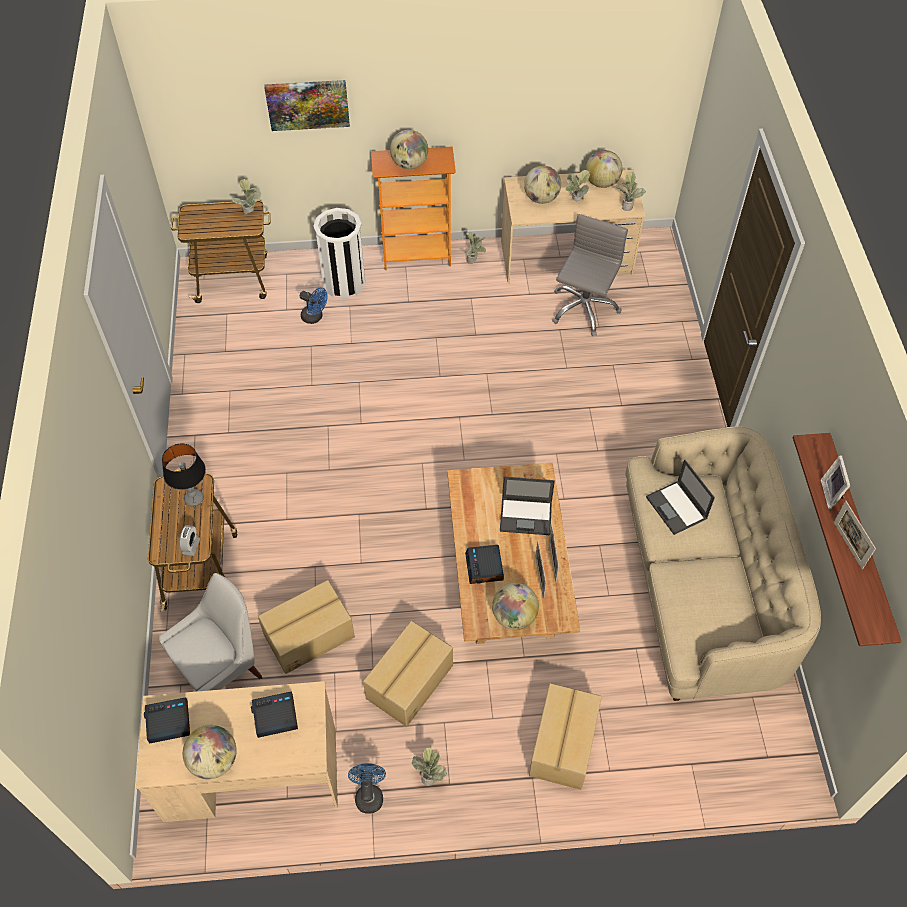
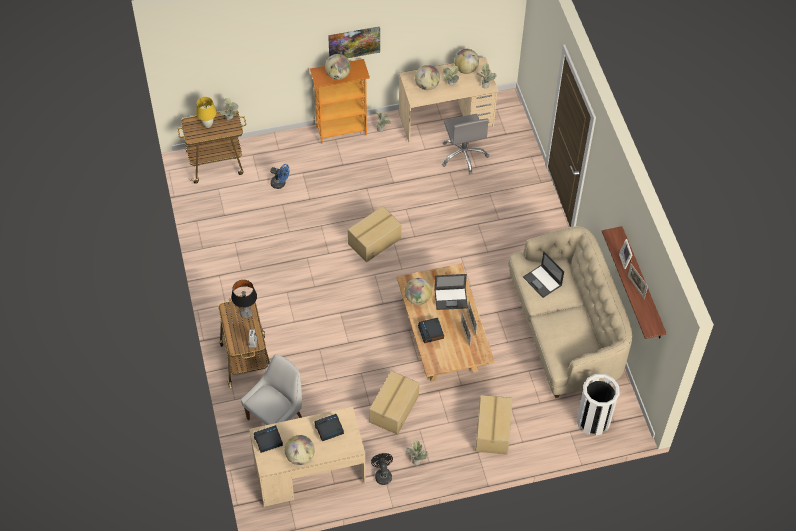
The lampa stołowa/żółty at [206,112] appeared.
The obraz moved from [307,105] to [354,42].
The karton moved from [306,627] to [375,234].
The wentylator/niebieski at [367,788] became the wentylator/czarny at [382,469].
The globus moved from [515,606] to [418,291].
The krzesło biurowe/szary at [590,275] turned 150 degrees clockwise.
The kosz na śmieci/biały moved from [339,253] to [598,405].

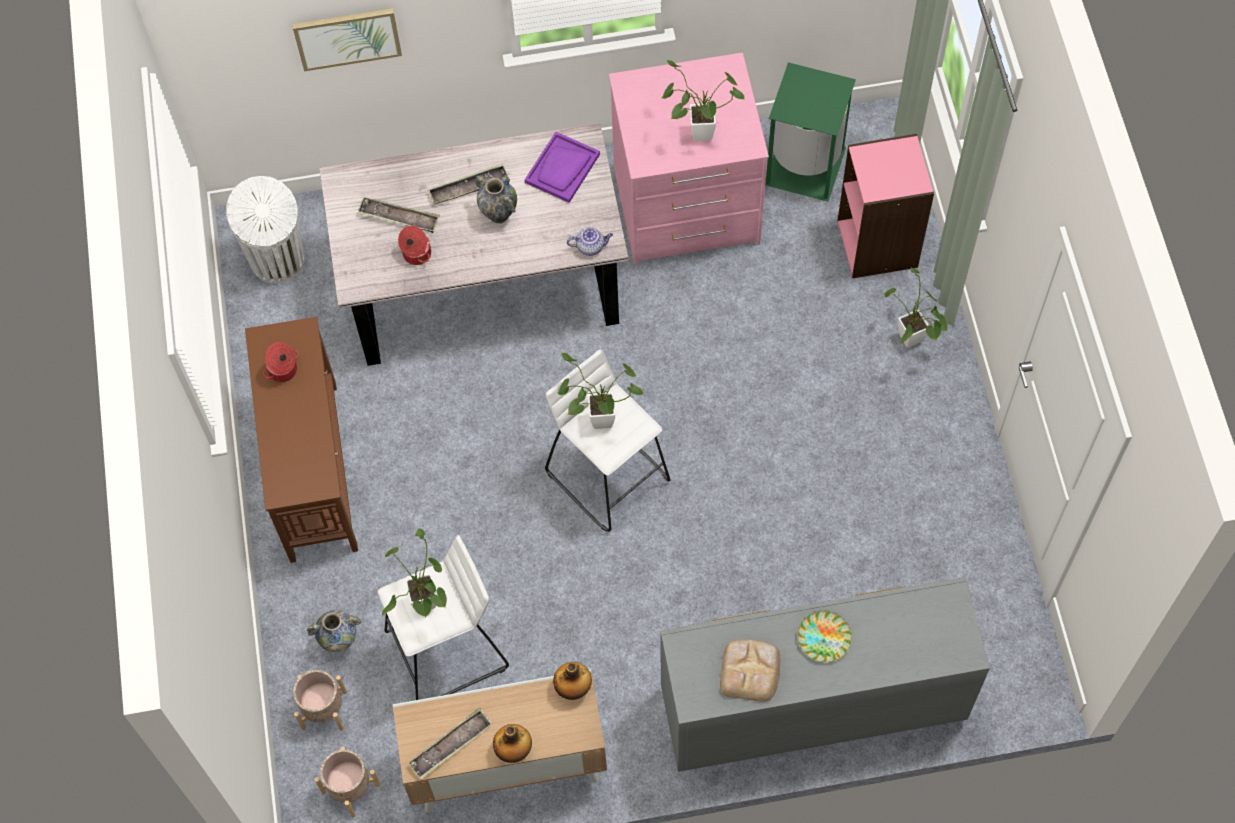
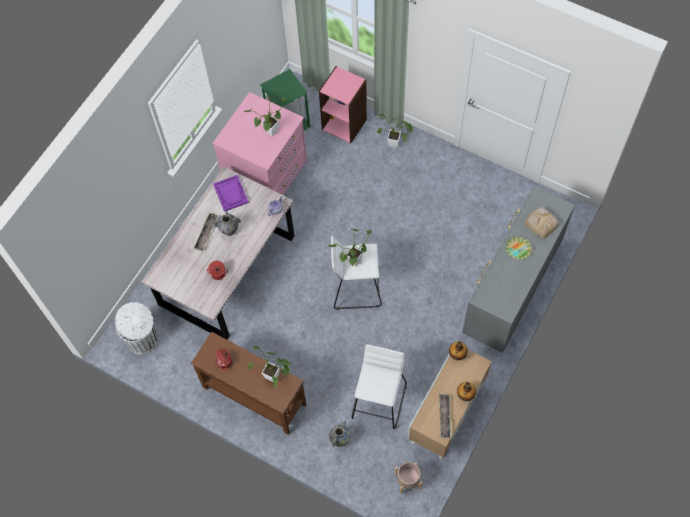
The roślina doniczkowa moved from [414,573] to [269,367].
The chleb moved from [750,670] to [542,223].
The obraz at [347,39] disappeared.
The donica/beżowy at [320,700] disappeared.
The taca at [398,215] disappeared.

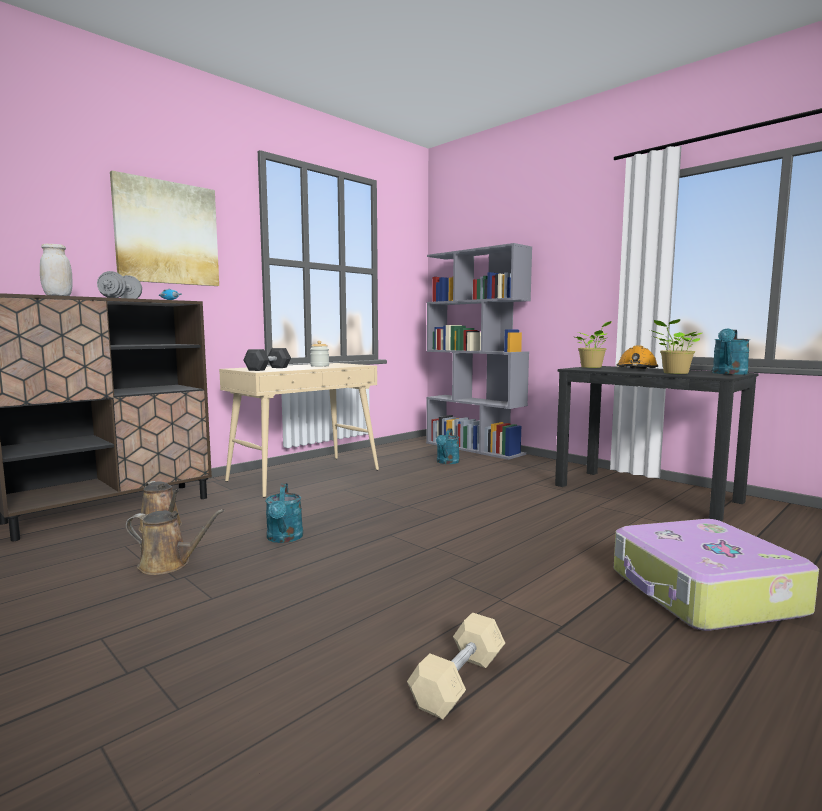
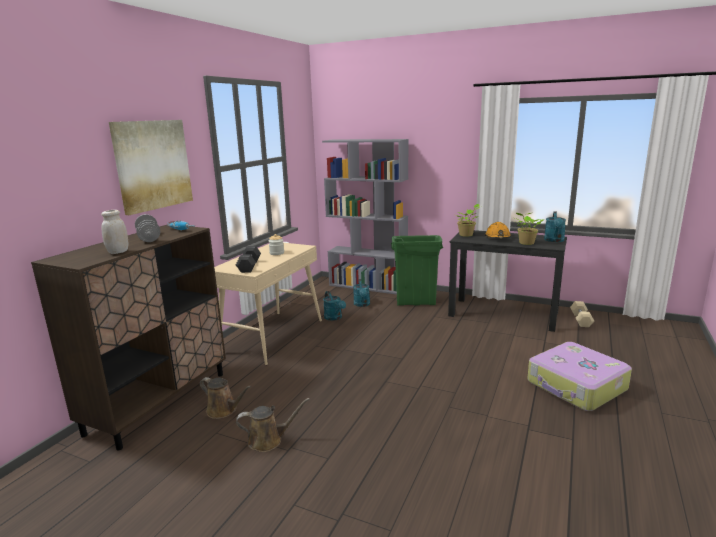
The konewka/turkusowy moved from [284,513] to [334,306].
The kosz na śmieci/zielony at [417,270] appeared.
The hantel/beżowy moved from [456,665] to [582,314].

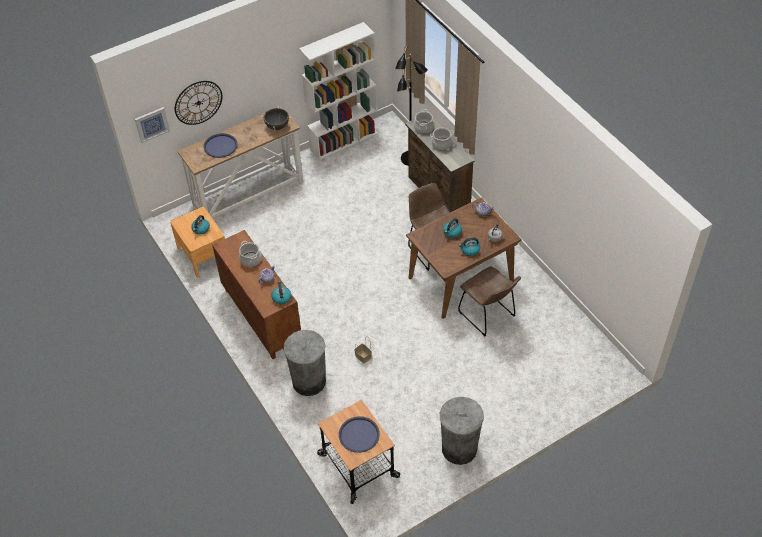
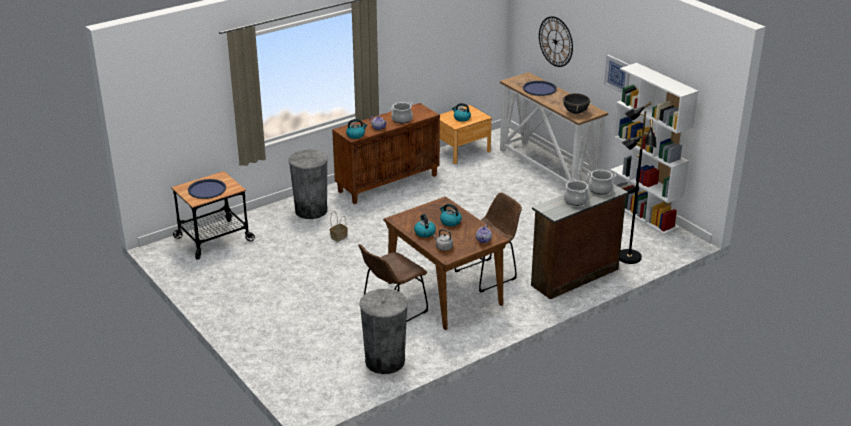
The kosz na śmieci/szary moved from [462,431] to [383,331].
The obraz moved from [152,125] to [617,74].

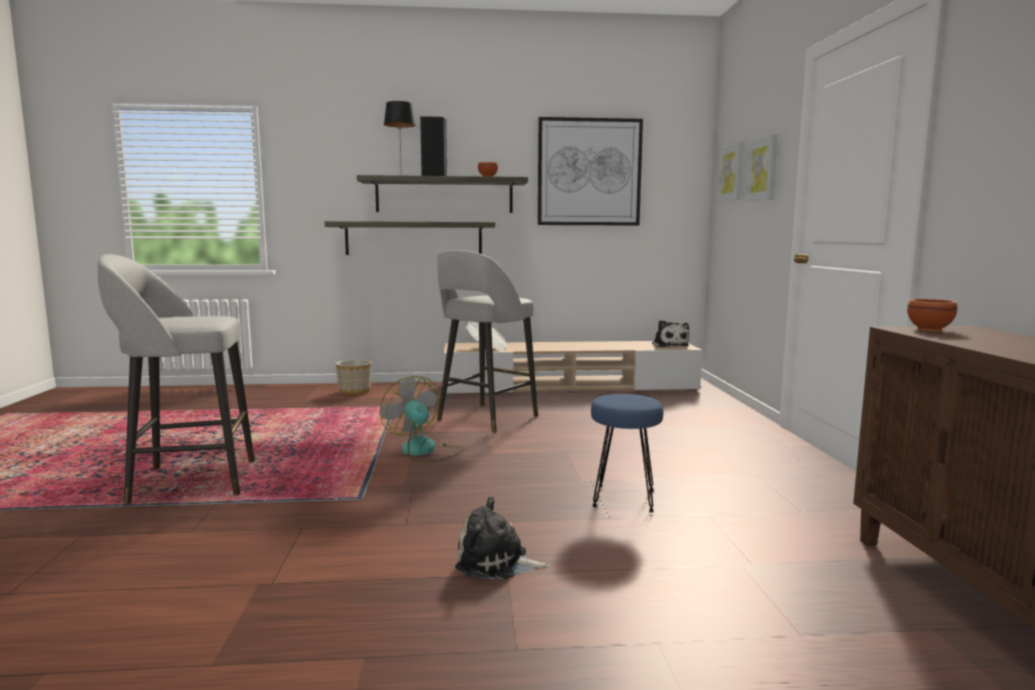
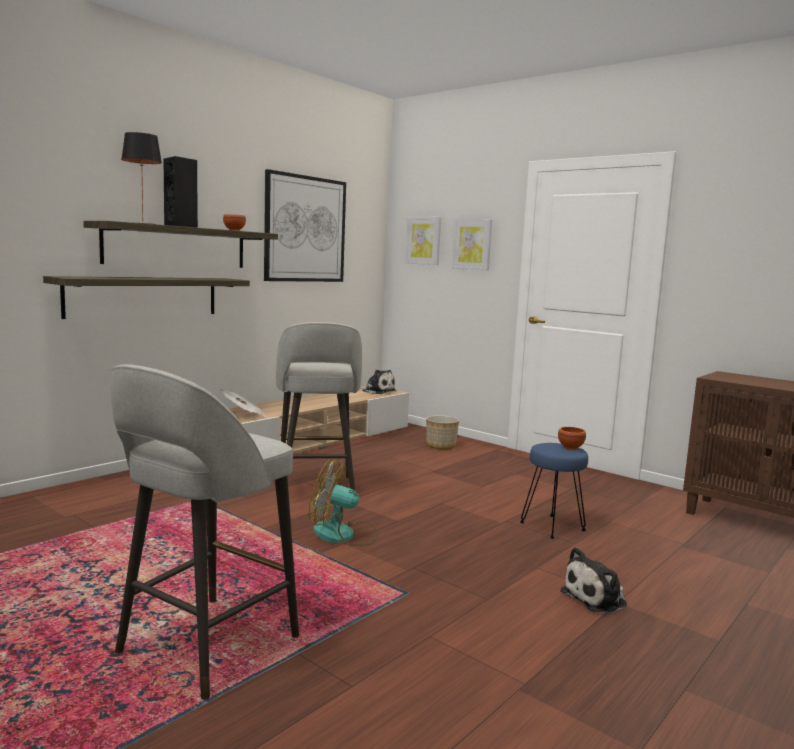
The donica moved from [354,377] to [442,432].
The miska/brązowy moved from [932,315] to [572,438].

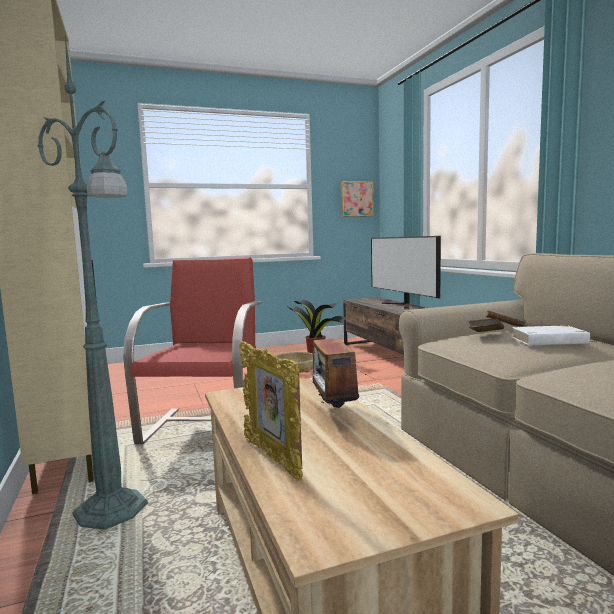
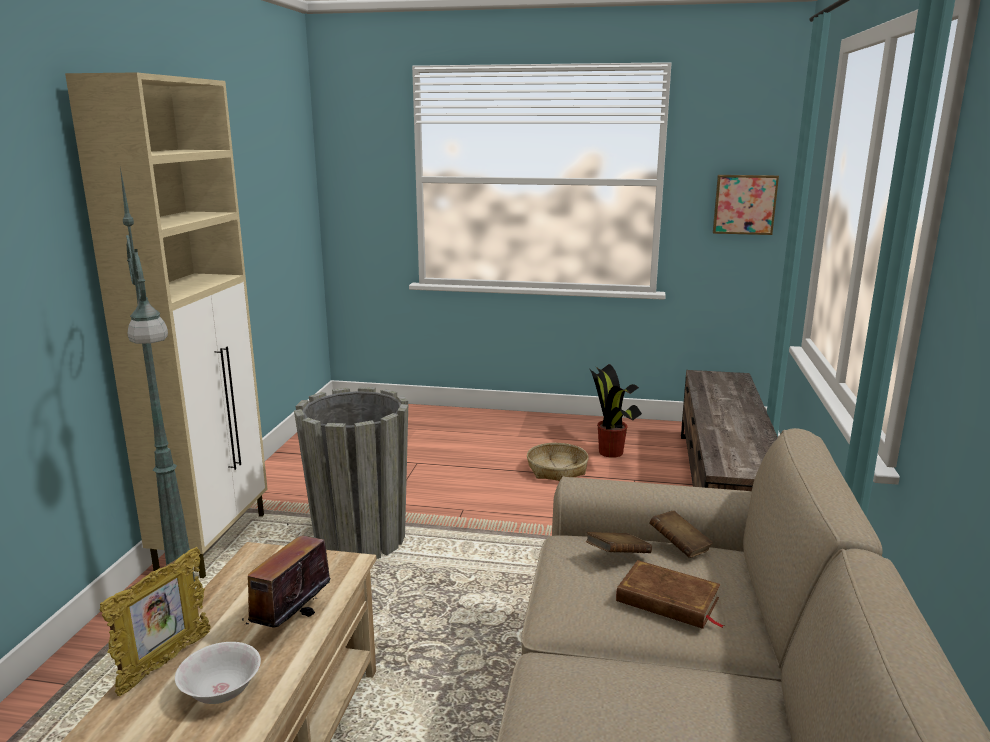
The ramka na zdjęcie at [271,411] turned 150 degrees counterclockwise.
The miska/biały at [218,673] appeared.
The fotel/czerwony at [192,350] was replaced by the donica/szary at [351,473].
The książka/biały at [552,335] became the książka/brązowy at [670,594].
The telewizor at [406,272] disappeared.

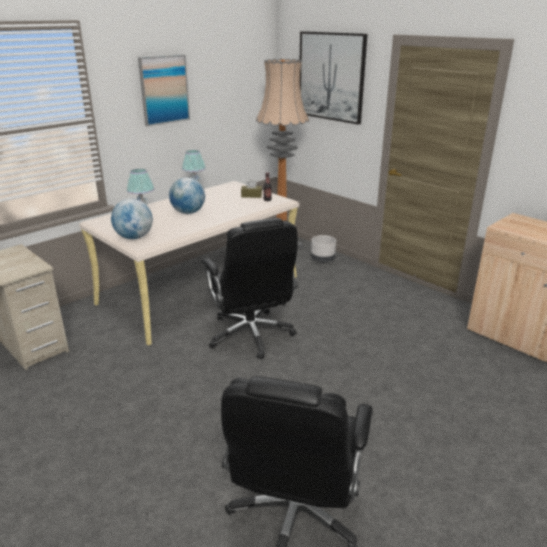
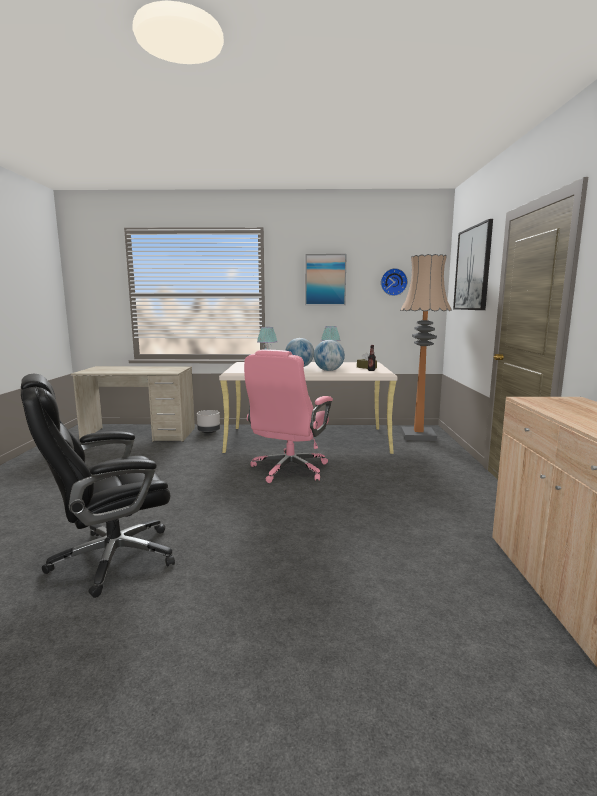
The donica/szary moved from [323,249] to [208,422].
The krzesło biurowe/czarny at [249,289] became the krzesło biurowe/różowy at [288,416].
The globus moved from [132,219] to [329,355].
The zegar ścienny at [394,282] appeared.

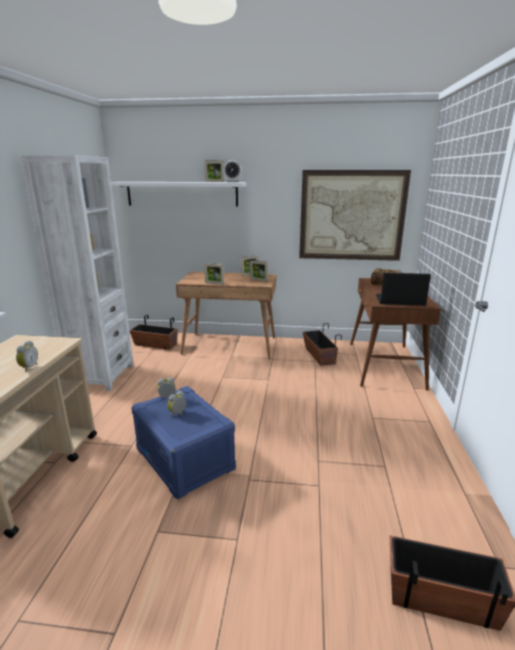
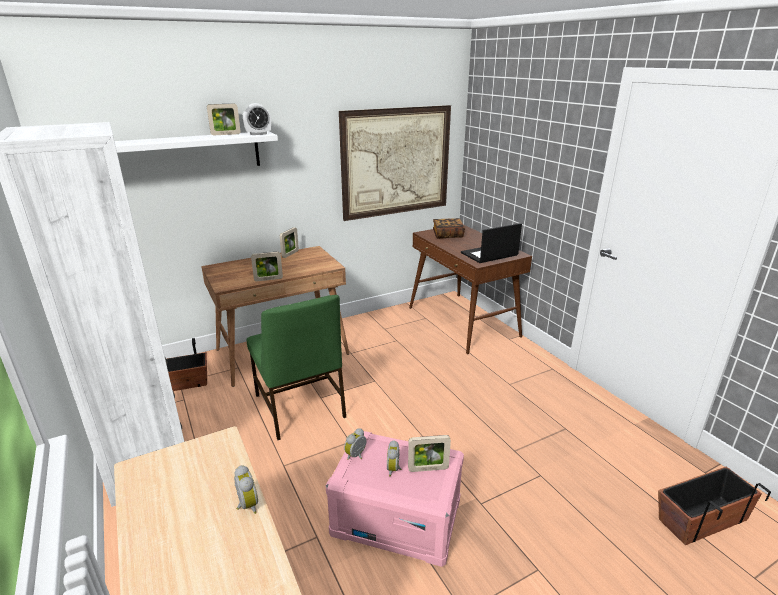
The krzesło/zielony at [296,367] appeared.
The pojemnik do przechowywania/niebieski at [183,442] became the pojemnik do przechowywania/różowy at [395,499].
The ramka na zdjęcie moved from [259,271] to [429,453].
The donica at [322,344] disappeared.

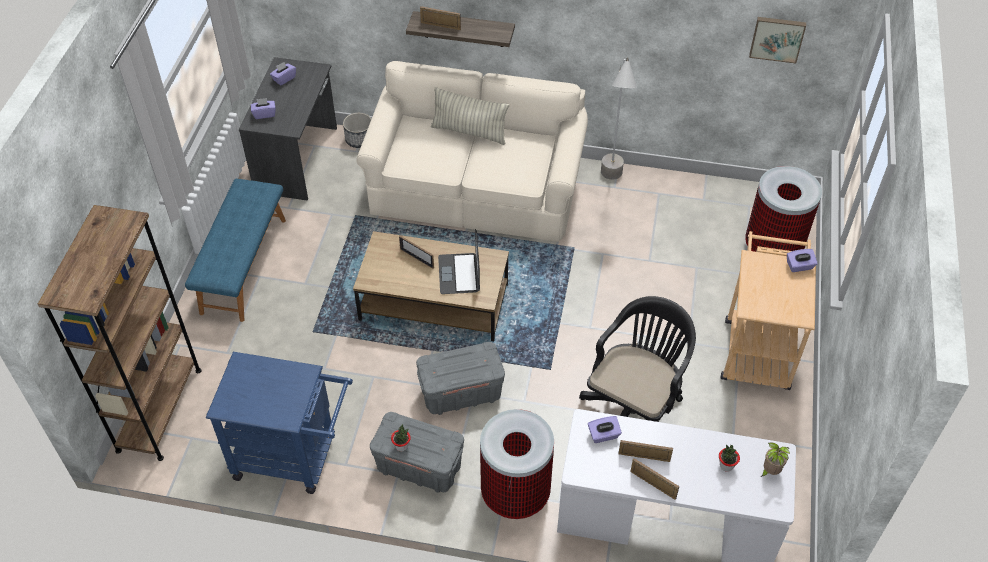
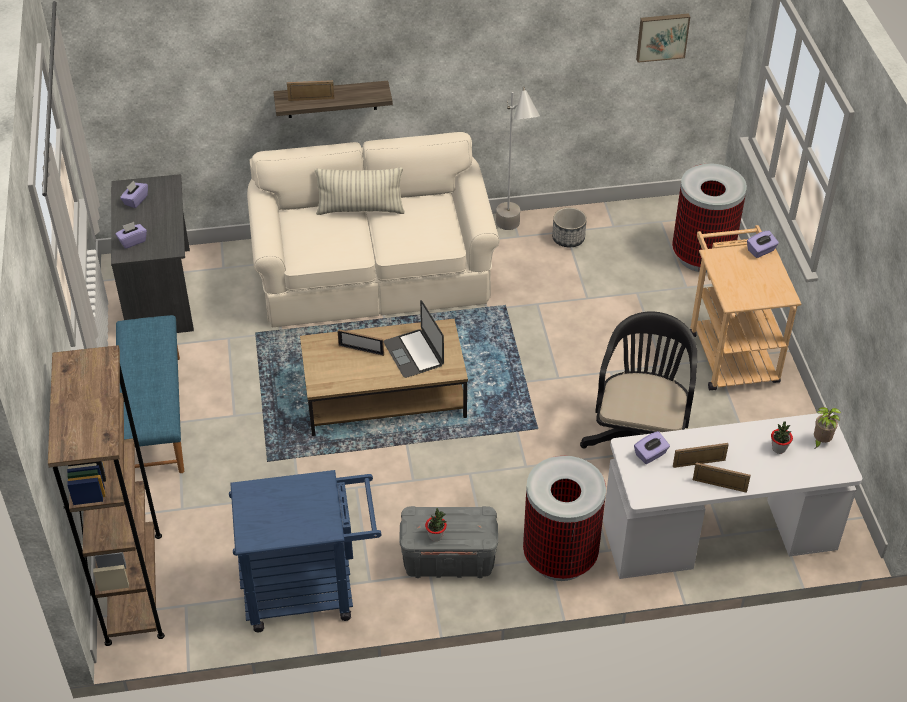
The donica moved from [357,130] to [569,227].
The pojemnik do przechowywania/szary at [460,378] disappeared.

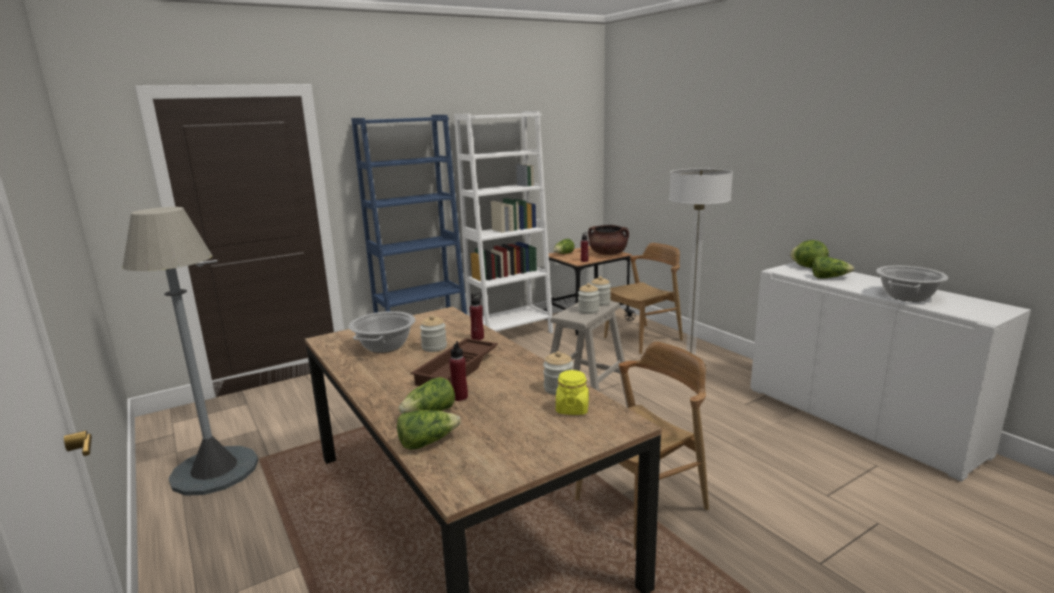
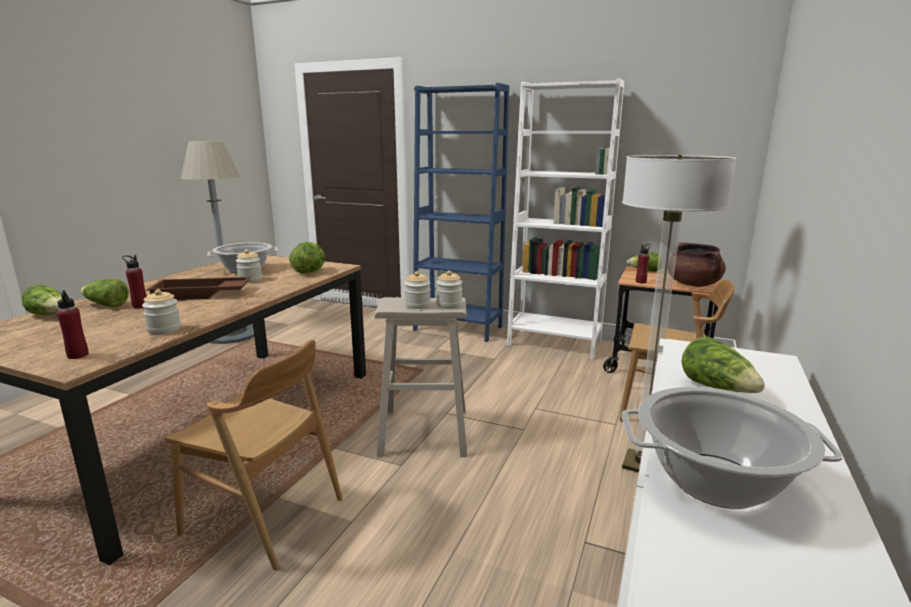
The butelka/czerwony moved from [477,316] to [73,324].
The sałata moved from [809,254] to [307,257].
The słoik/żółty at [572,392] disappeared.

